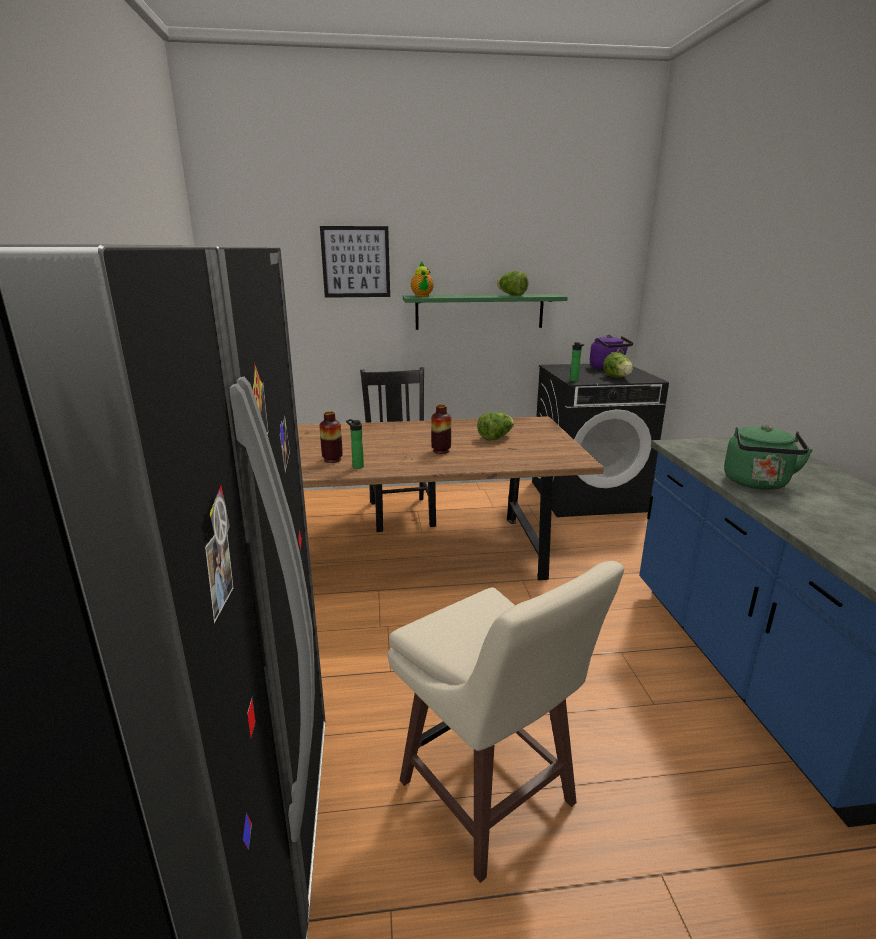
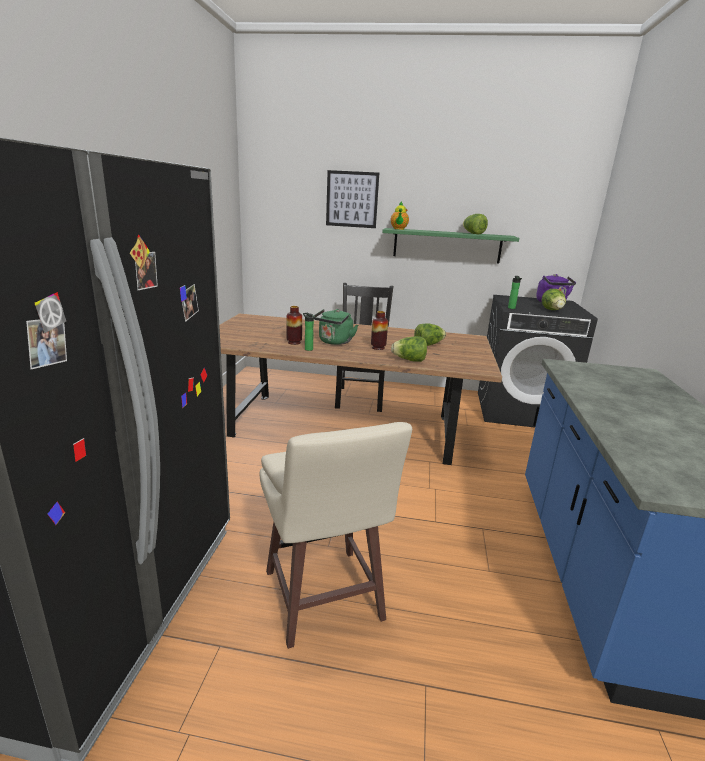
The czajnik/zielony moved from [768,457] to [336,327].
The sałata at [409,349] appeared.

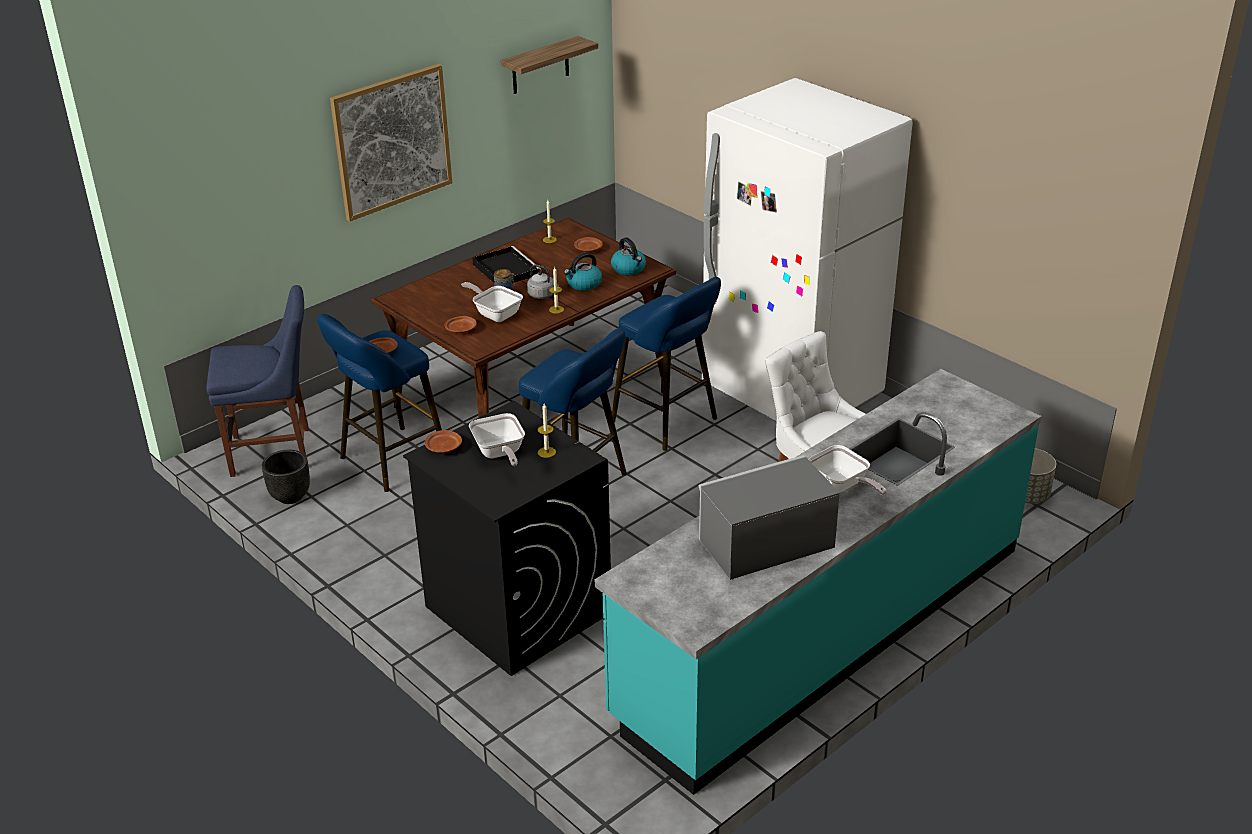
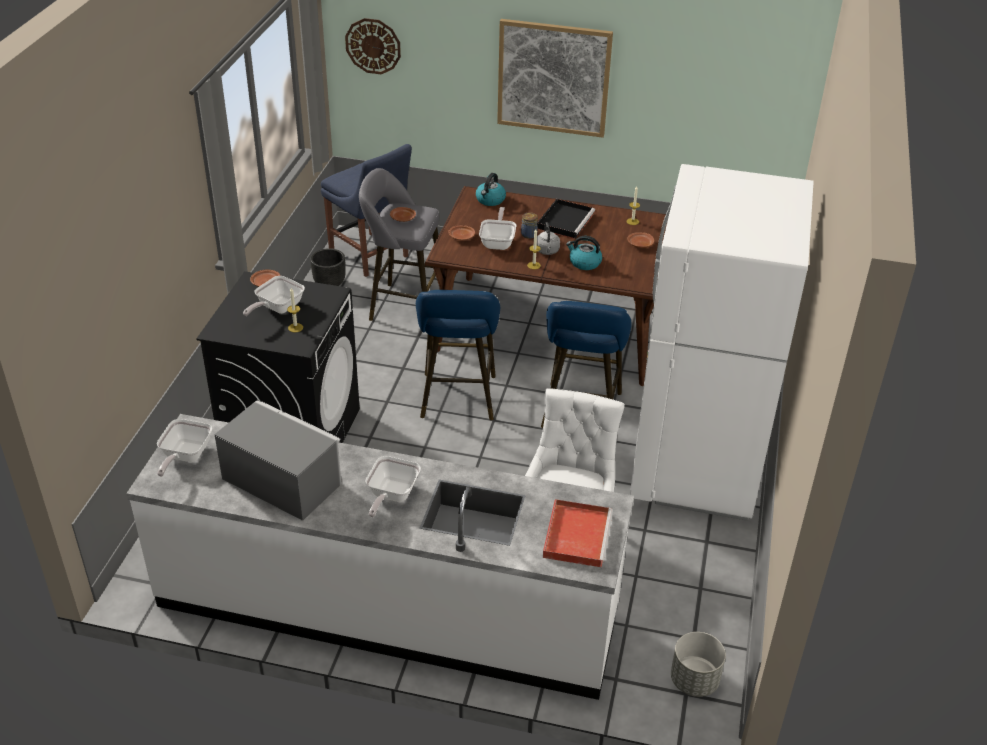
The zabudowa kuchenna/turkusowy at [818,582] became the zabudowa kuchenna/biały at [380,557].
The patelnia at [184,448] appeared.
The zegar ścienny at [373,46] appeared.
The stołek/niebieski at [379,403] became the stołek/szary at [400,244].
The czajnik moved from [628,256] to [491,189].
The taca/czerwony at [578,533] appeared.
The półka at [549,65] disappeared.

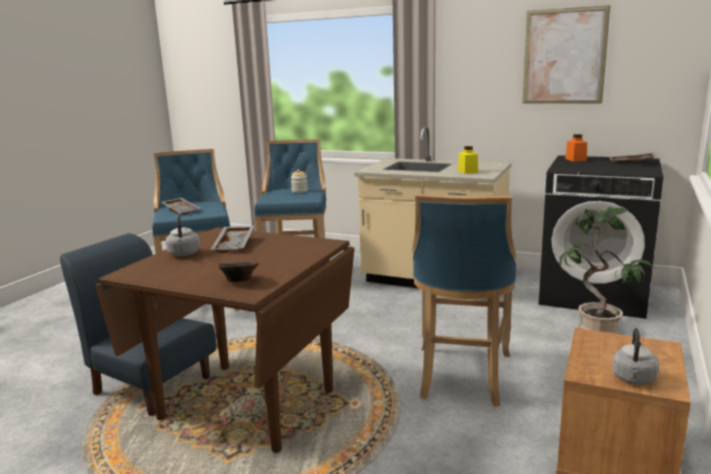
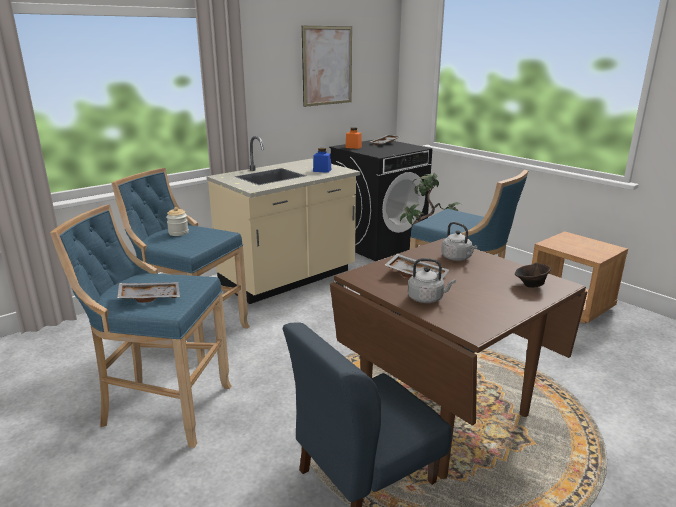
The słoik/żółty at [468,160] became the słoik/niebieski at [322,160].
The czajnik/szary moved from [635,356] to [459,241].

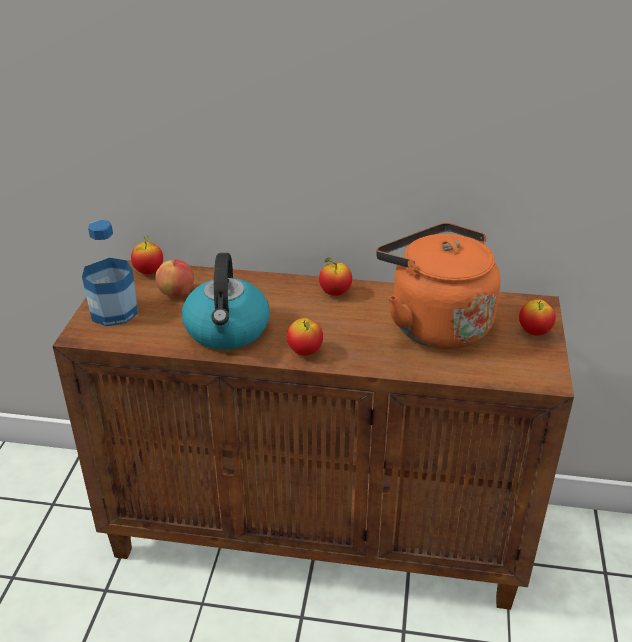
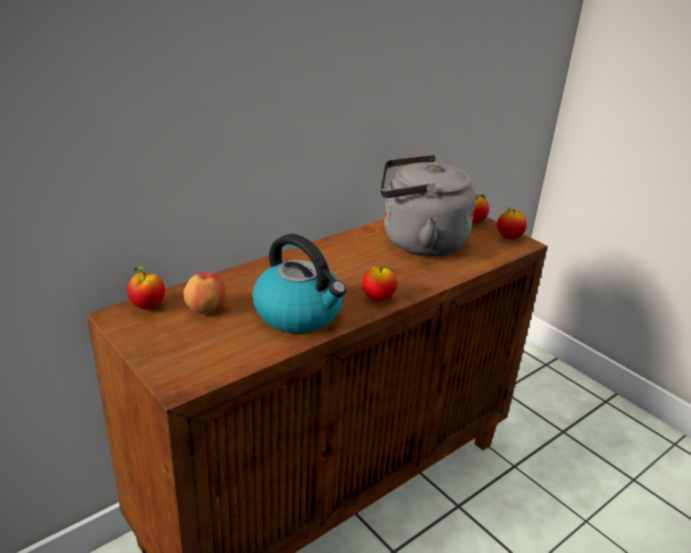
The czajnik/pomarańczowy at [438,286] became the czajnik/szary at [428,205].
The jabłko moved from [335,277] to [512,223].
The butelka at [110,273] disappeared.

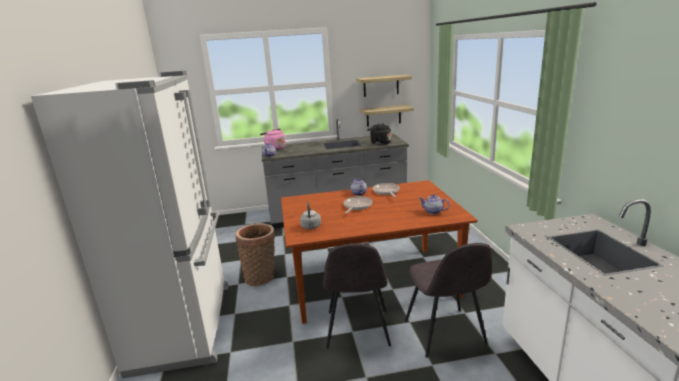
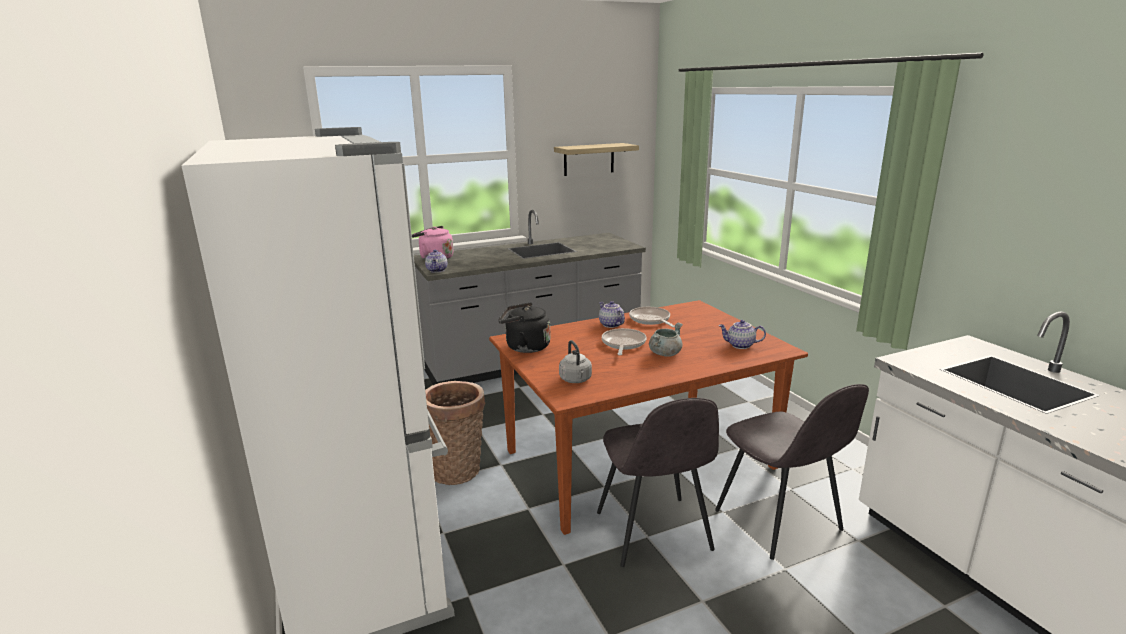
The czajnik/czarny moved from [379,134] to [524,328].
The garnek/szary at [666,339] appeared.
The półka at [387,116] disappeared.

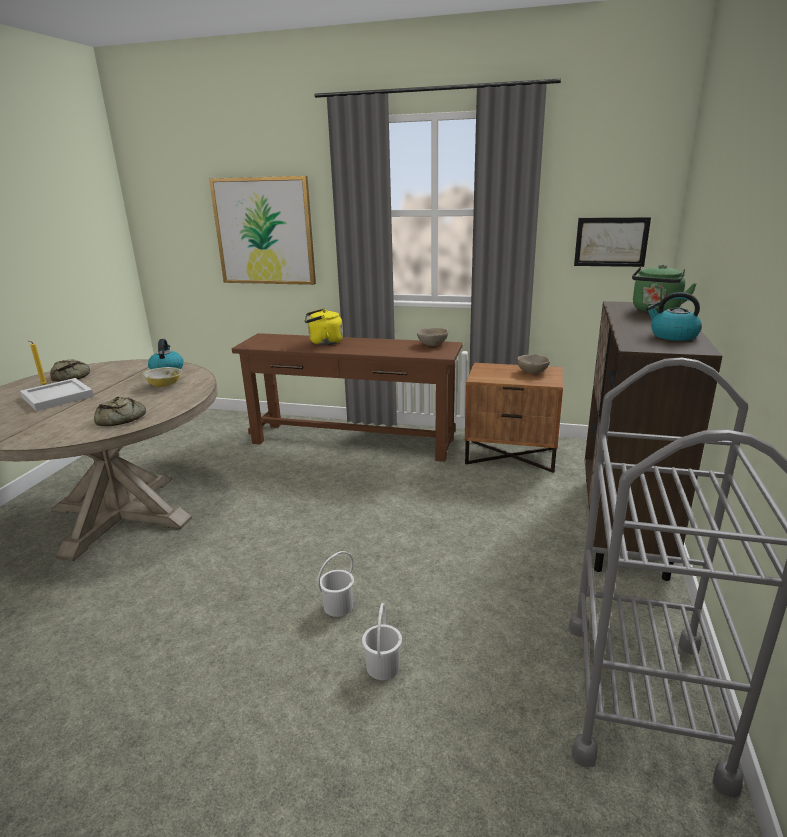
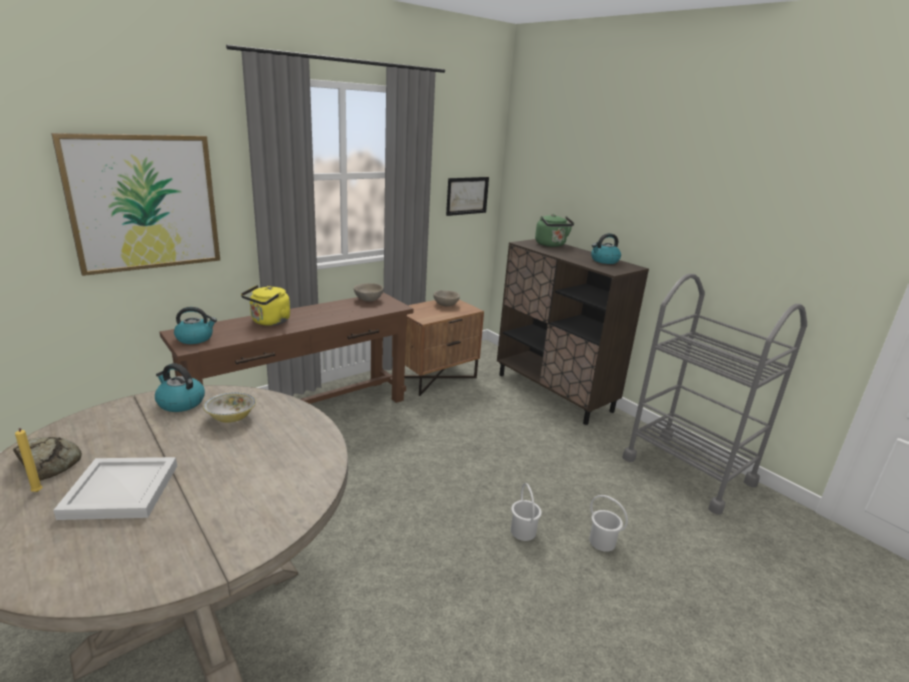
The czajnik at [195,325] appeared.
The chleb at [120,411] disappeared.

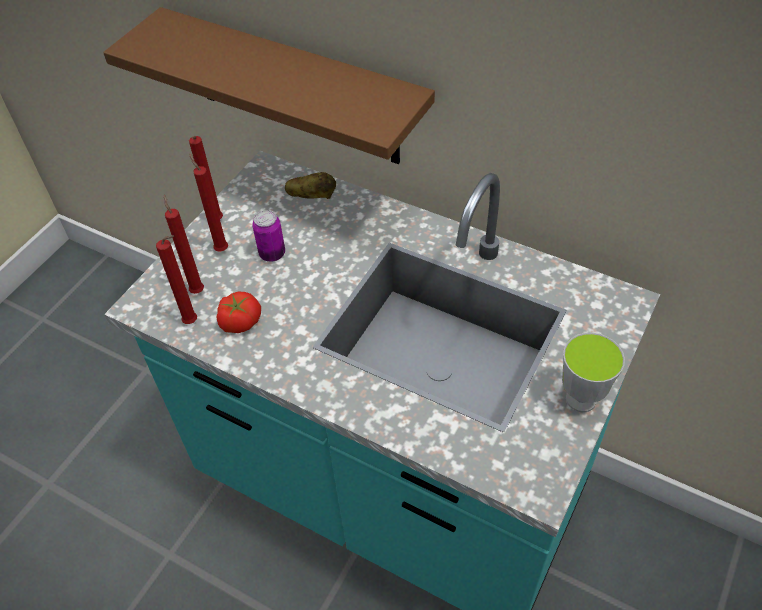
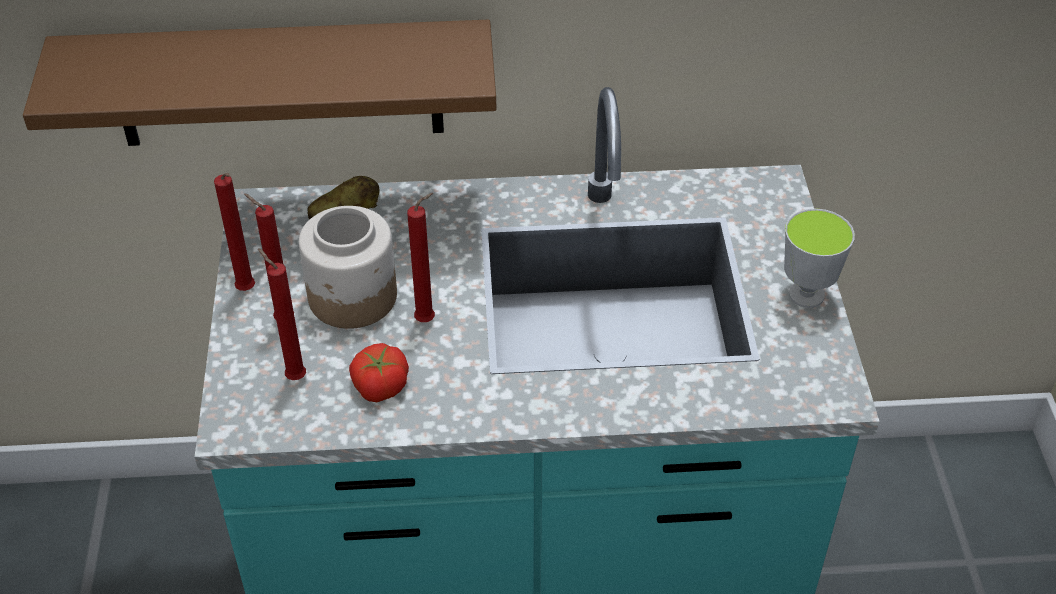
The puszka at [268,236] was replaced by the słoik at [348,267].
The świeca/czerwony moved from [176,279] to [421,257].

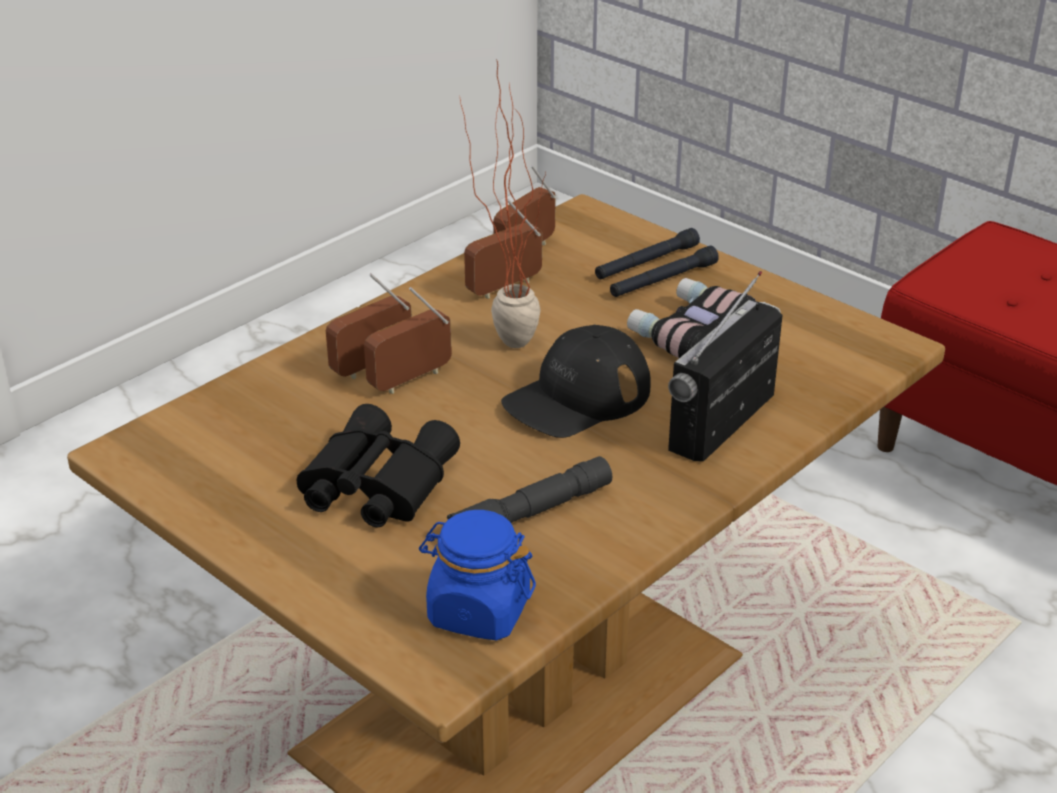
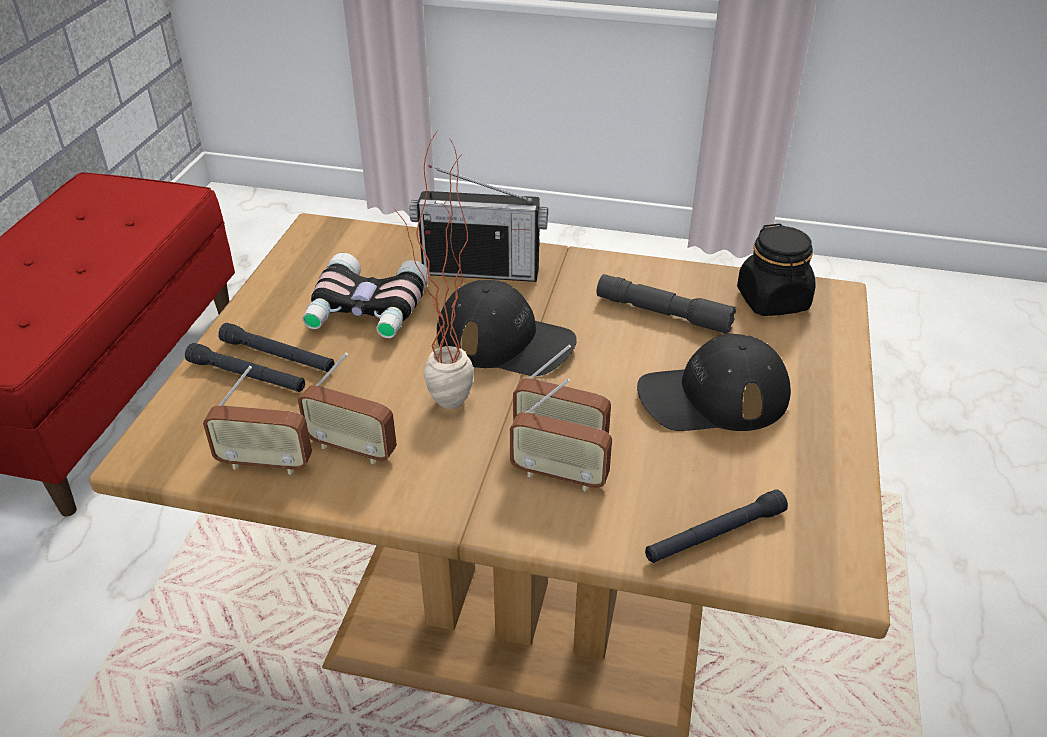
The lornetka/czarny at [378,465] was replaced by the czapka z daszkiem/czarny at [714,382].
The latarka/czarny at [716,526] appeared.
The słoik/niebieski at [477,575] became the słoik/czarny at [776,270].

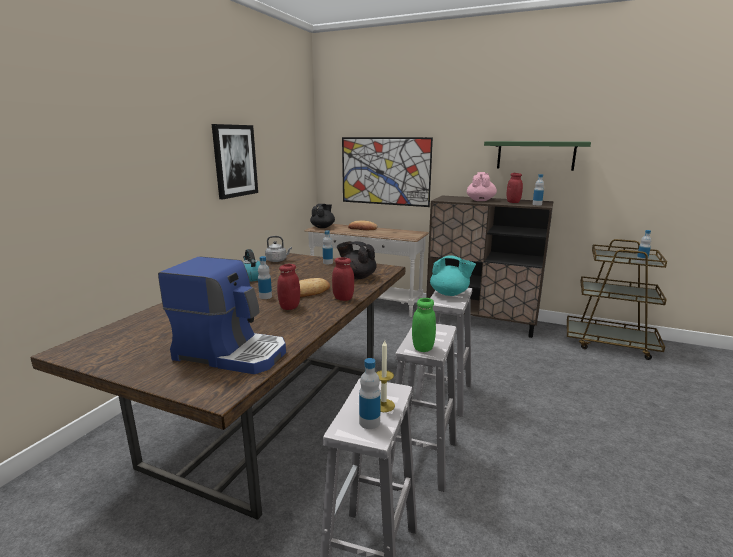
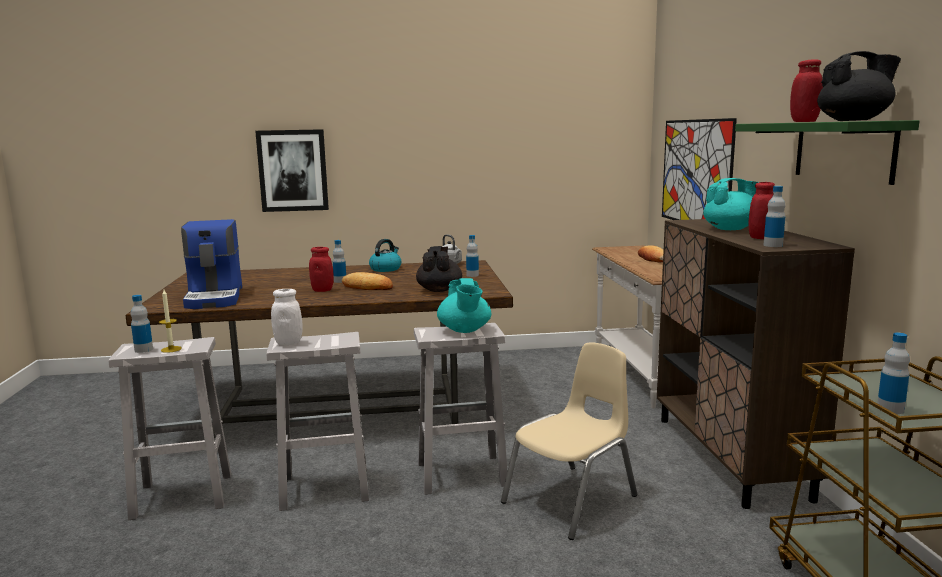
The obraz moved from [235,161] to [292,170].
The słoik/zielony at [424,325] became the słoik/biały at [287,317].
The krzesło/beżowy at [569,441] appeared.
The imbryk/różowy at [482,186] became the imbryk/turkusowy at [731,204].
The słoik/czerwony moved from [343,279] to [806,90].
The imbryk/czarny moved from [322,216] to [859,86].

